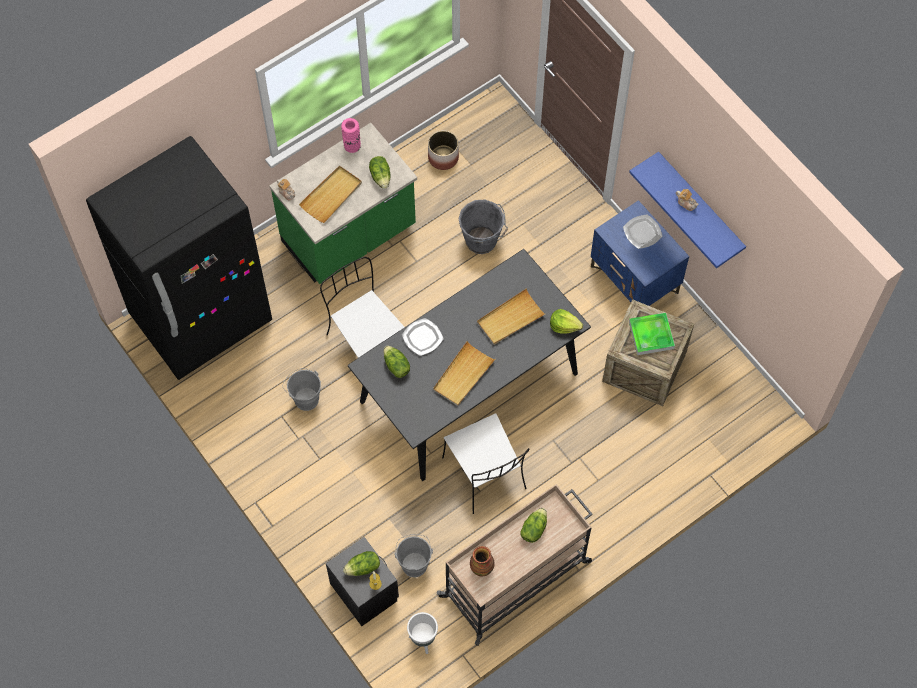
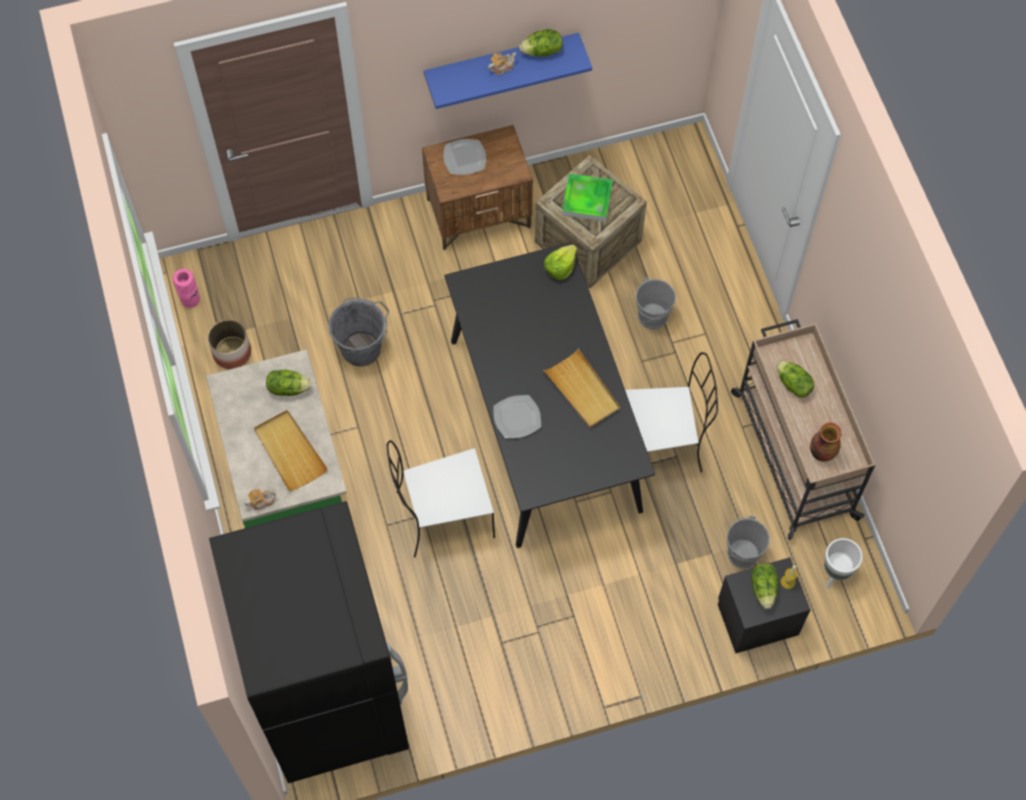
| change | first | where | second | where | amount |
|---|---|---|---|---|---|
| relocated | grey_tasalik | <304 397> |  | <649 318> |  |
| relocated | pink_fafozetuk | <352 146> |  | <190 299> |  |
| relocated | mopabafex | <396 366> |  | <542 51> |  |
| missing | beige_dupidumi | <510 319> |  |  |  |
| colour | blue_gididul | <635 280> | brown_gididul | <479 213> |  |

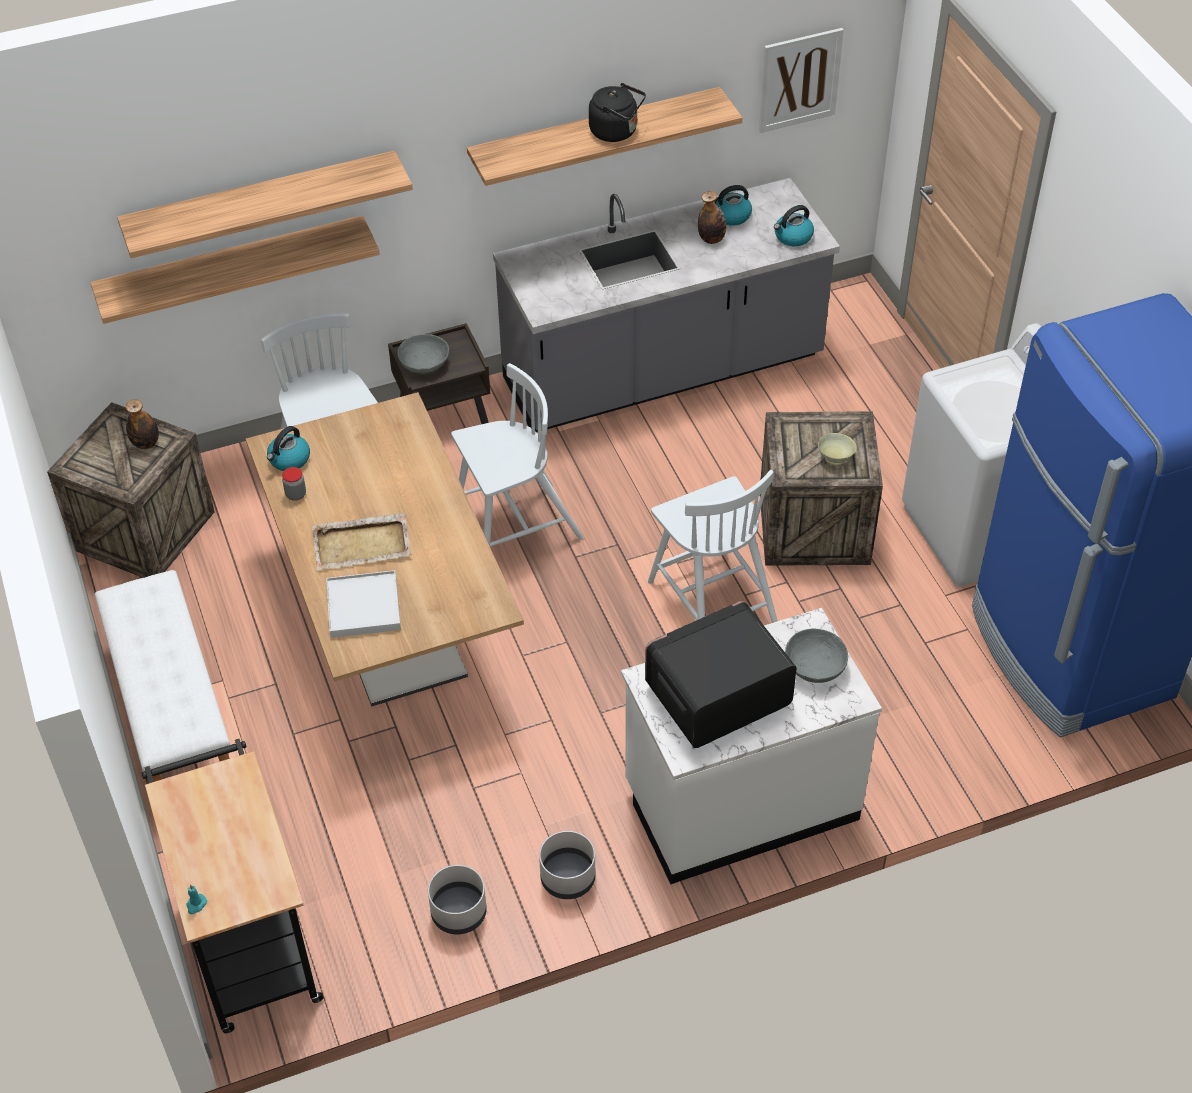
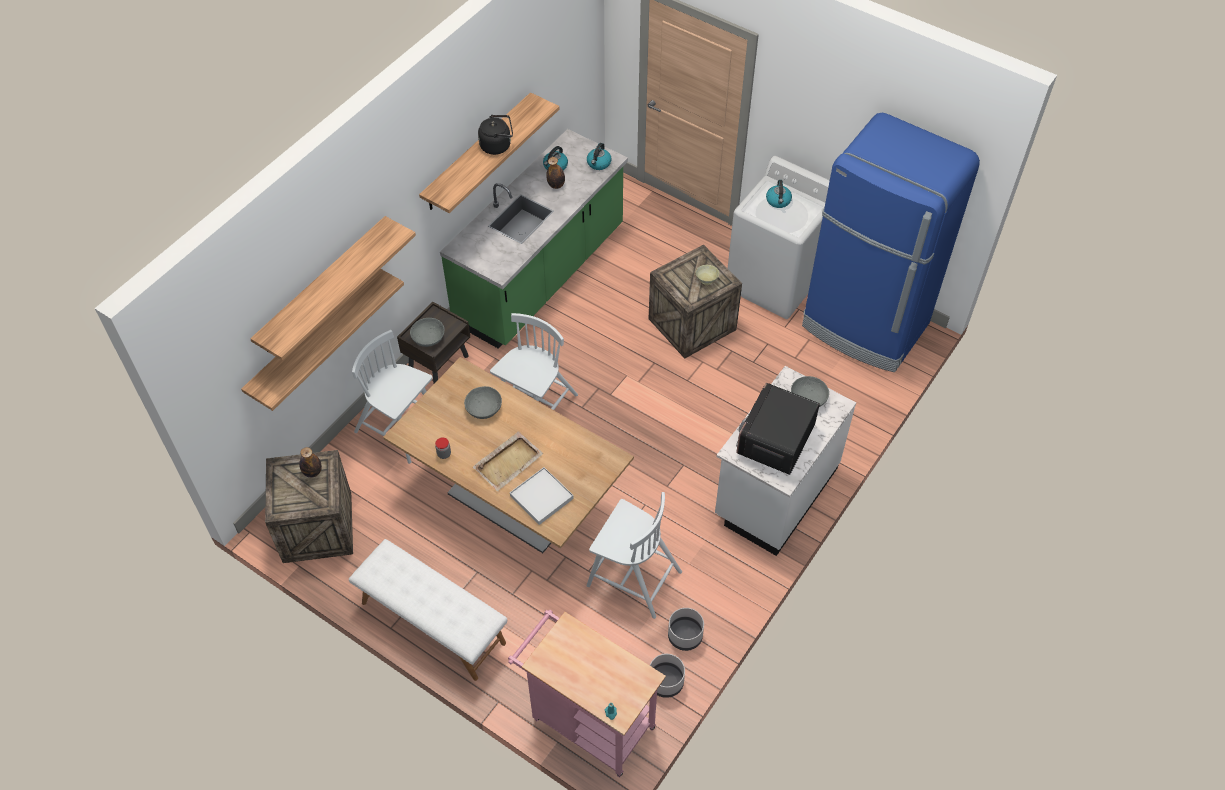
| change | first | where | second | where | amount |
|---|---|---|---|---|---|
| colour | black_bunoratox | <248 938> | pink_bunoratox | <587 720> |  |
| relocated | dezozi | <289 460> |  | <778 201> |  |
| colour | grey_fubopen | <663 372> | green_fubopen | <541 276> |  |
| relocated | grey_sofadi | <567 878> |  | <665 682> |  |
| relocated | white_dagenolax | <711 601> |  | <632 577> |  |
| missing | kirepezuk | <799 80> |  |  |  |
| appeared |  |  | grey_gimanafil | <484 409> |  |

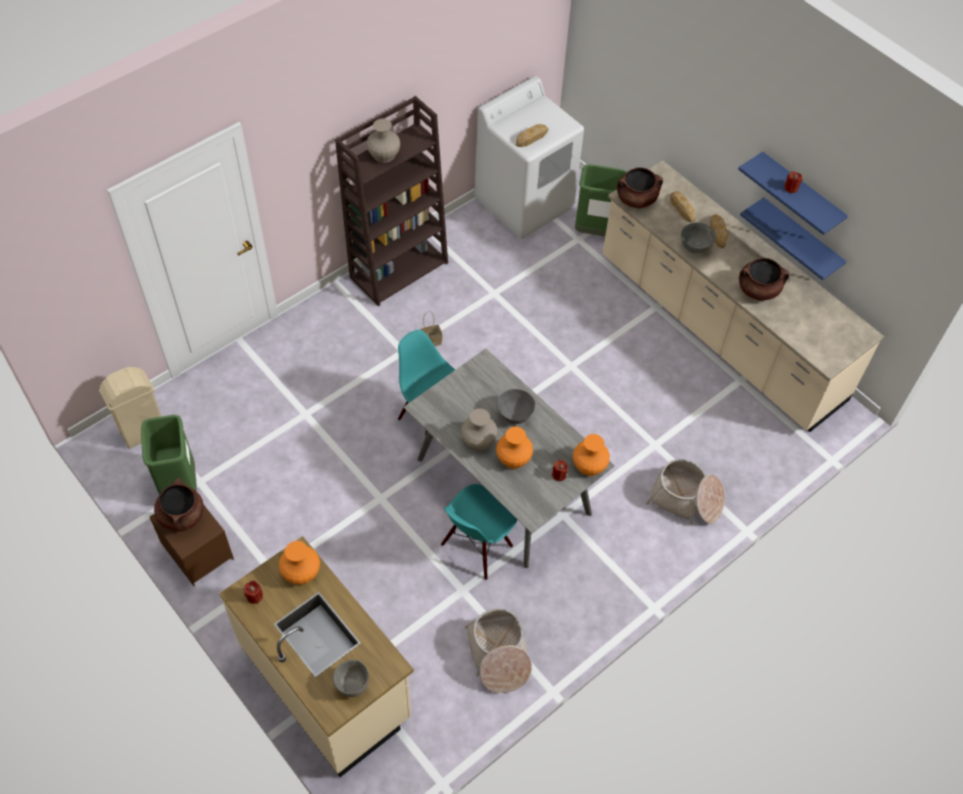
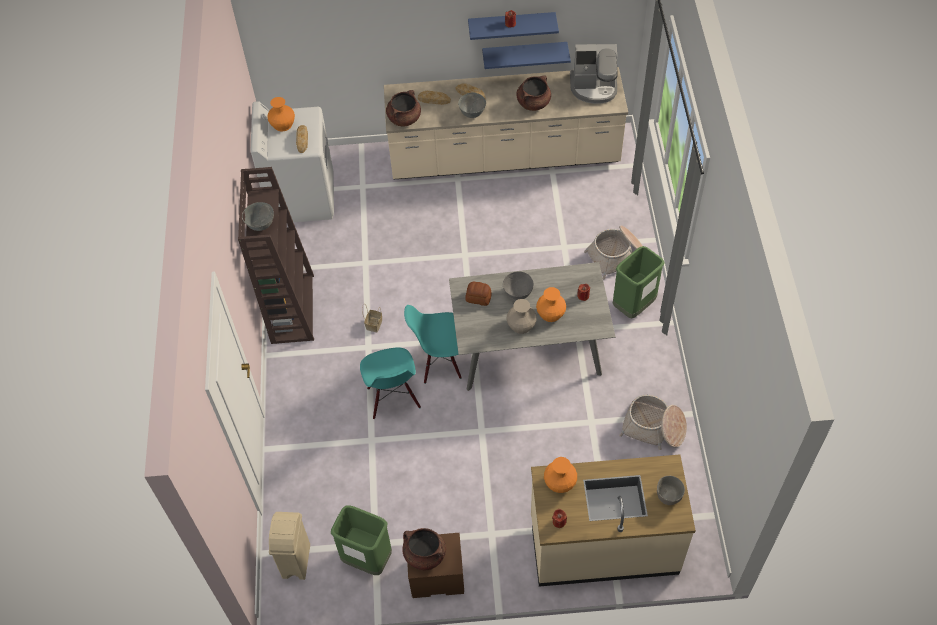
| change | first | where | second | where | amount |
|---|---|---|---|---|---|
| exchanged | beige_fafozetuk | <384 154> | grey_gimanafil | <260 225> |  |
| relocated | turquoise_dagenolax | <477 547> |  | <393 398> |  |
| relocated | orange_fafozetuk | <589 465> |  | <282 124> |  |
| relocated | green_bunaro | <596 231> |  | <633 306> |  |
| appeared |  |  | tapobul | <478 297> |  |
| appeared |  |  | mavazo | <594 87> |  |

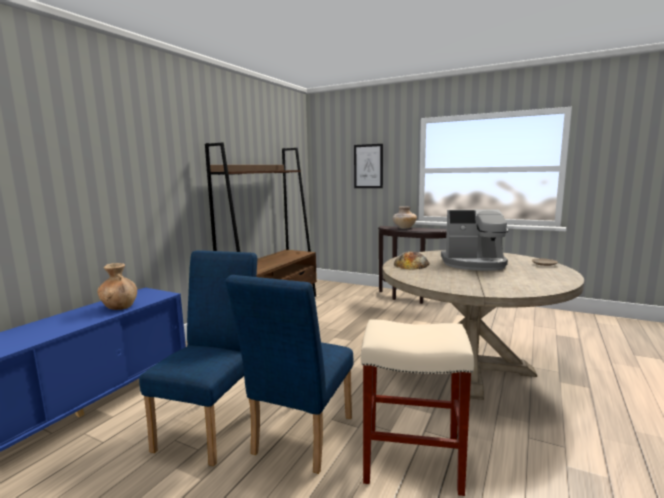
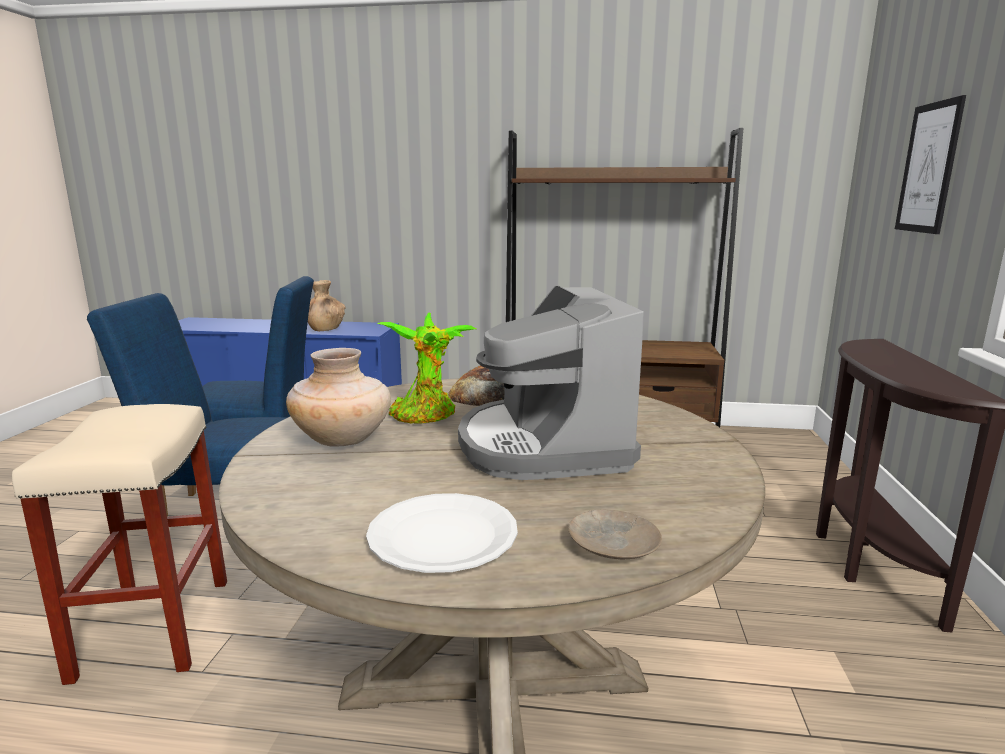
| change | first | where | second | where | amount |
|---|---|---|---|---|---|
| relocated | beige_fafozetuk | <404 228> |  | <343 440> |  |
| appeared |  |  | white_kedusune | <442 535> |  |
| appeared |  |  | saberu | <426 416> |  |

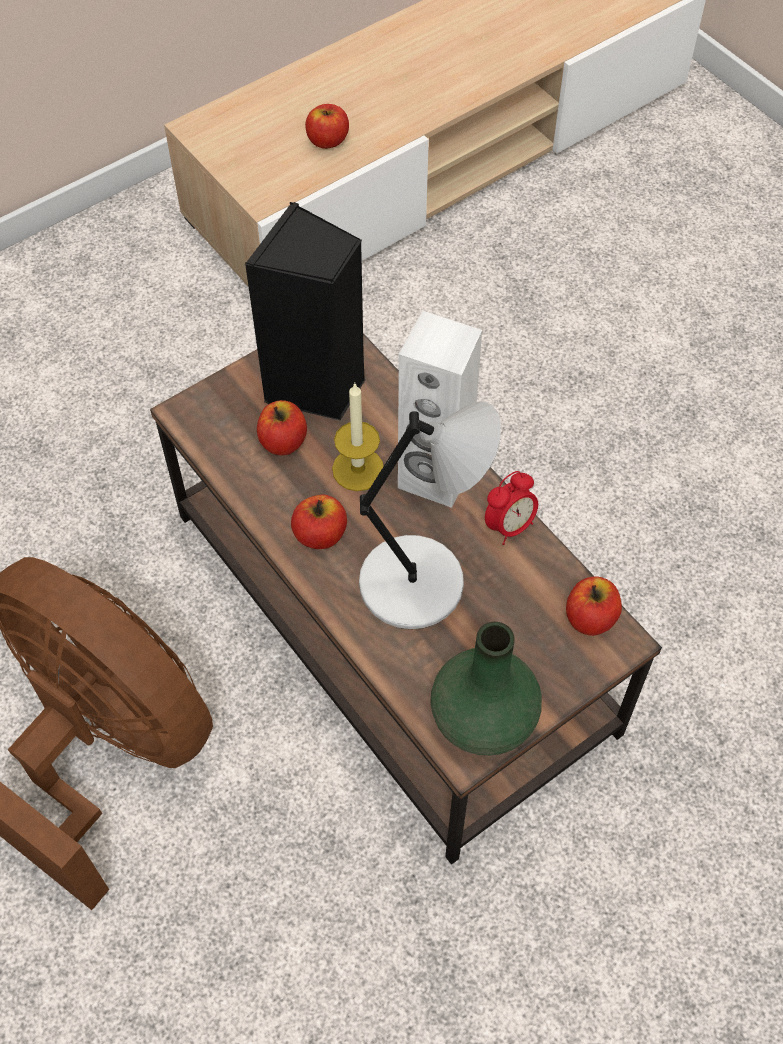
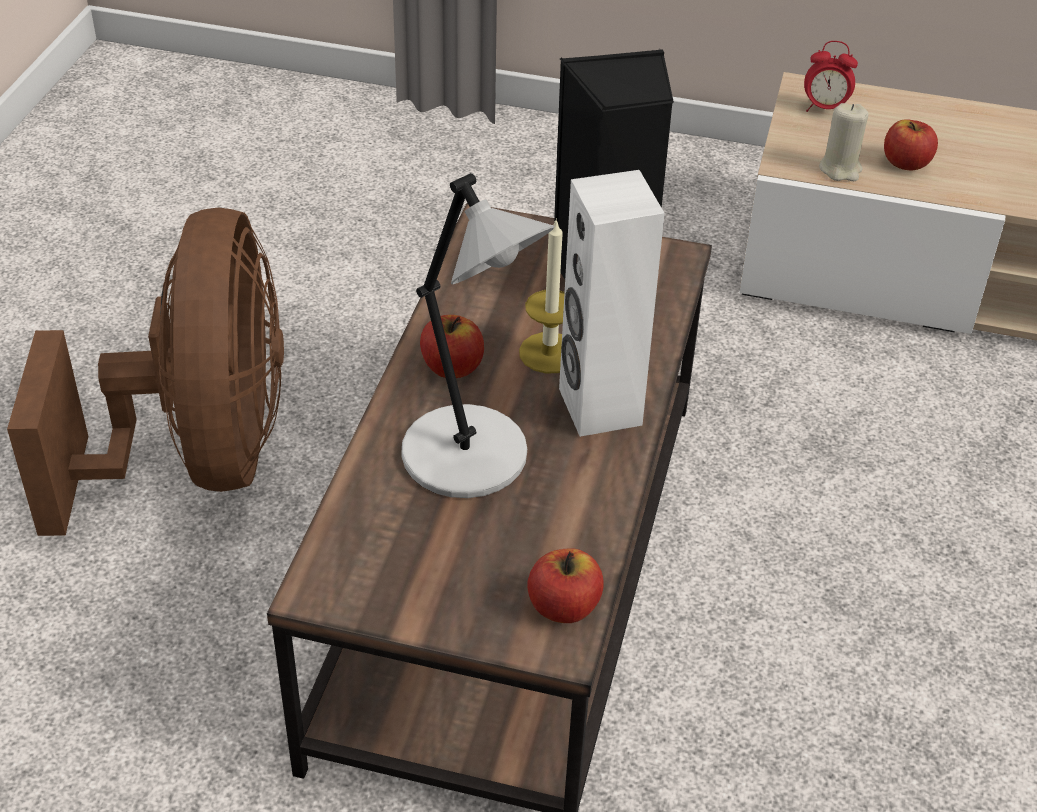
| change | first | where | second | where | amount |
|---|---|---|---|---|---|
| missing | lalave | <283 441> |  |  |  |
| missing | green_fafozetuk | <482 718> |  |  |  |
| relocated | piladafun | <509 526> |  | <824 109> |  |
| appeared |  |  | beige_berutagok | <840 169> |  |

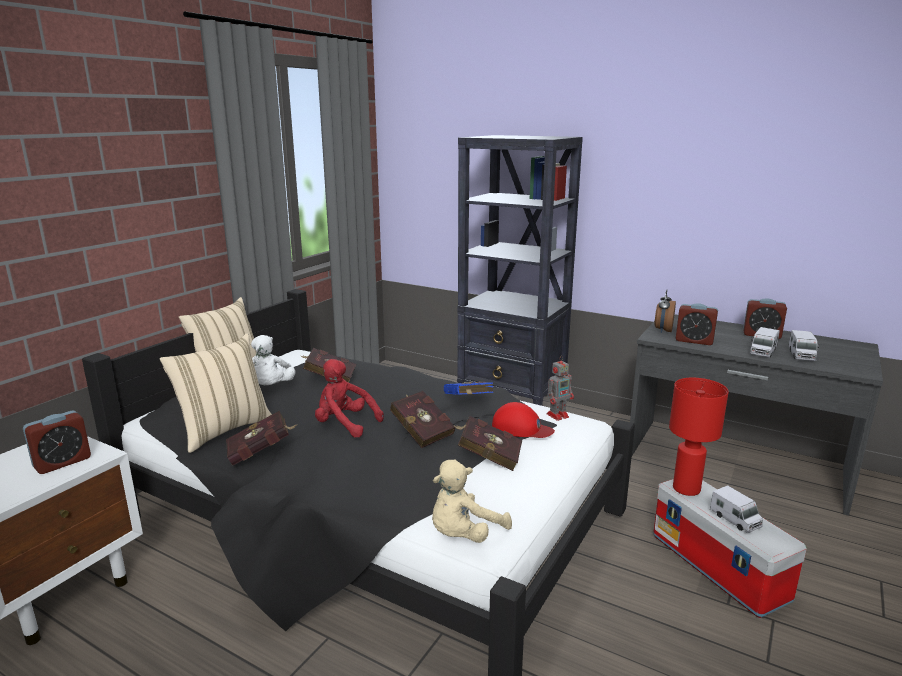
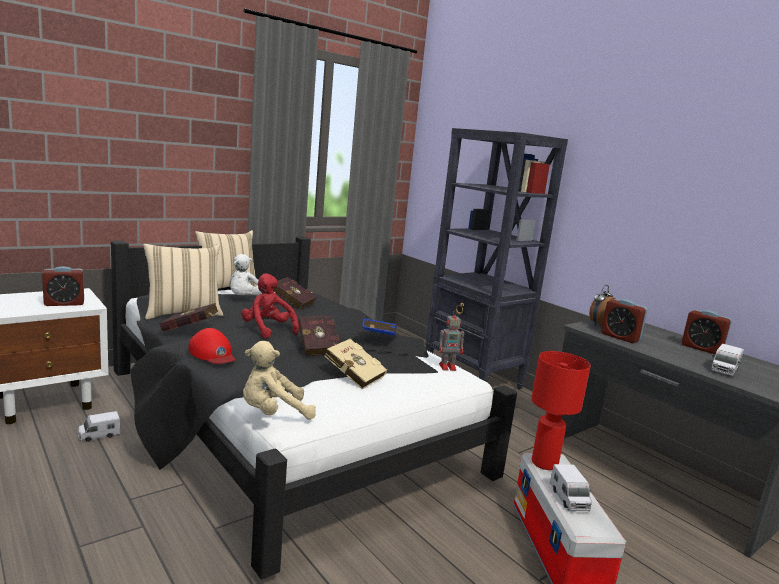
| change | first | where | second | where | amount |
|---|---|---|---|---|---|
| colour | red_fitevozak | <487 457> | beige_fitevozak | <352 376> |  |
| relocated | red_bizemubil | <521 428> |  | <212 354> |  |
| relocated | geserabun | <762 352> |  | <99 435> |  |

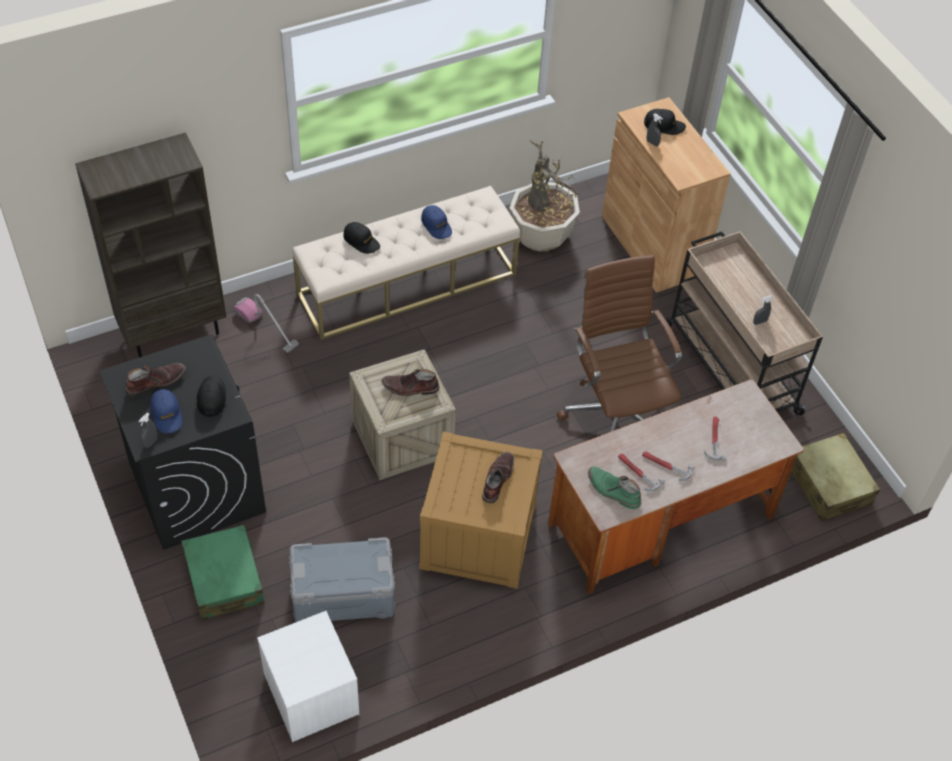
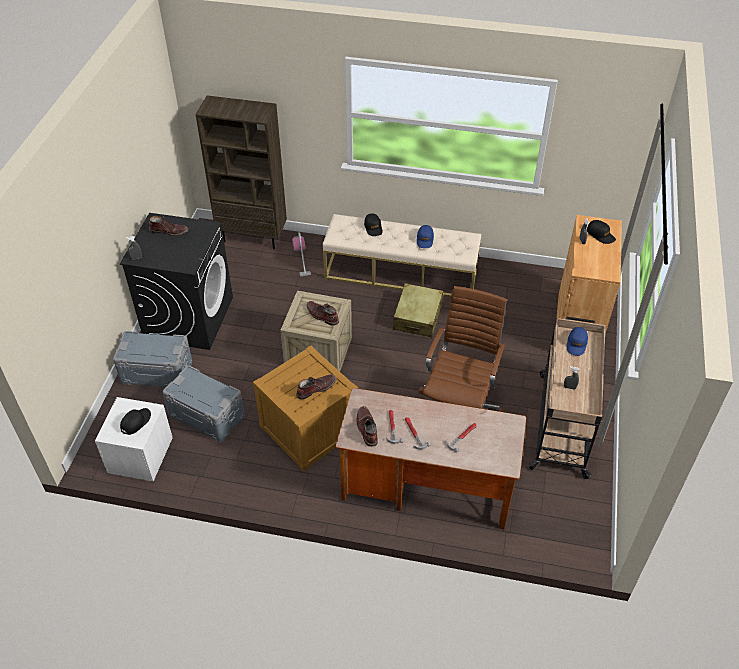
| change | first | where | second | where | amount |
|---|---|---|---|---|---|
| relocated | blue_bizemubil | <166 414> |  | <576 344> |  |
| exchanged | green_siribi | <224 579> | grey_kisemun | <157 371> |  |
| relocated | black_bizemubil | <211 398> |  | <136 422> |  |
| missing | saberu | <542 236> |  |  |  |
| colour | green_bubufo | <613 491> | brown_bubufo | <366 428> |  |
| relocated | beige_siribi | <828 484> |  | <418 317> |  |

